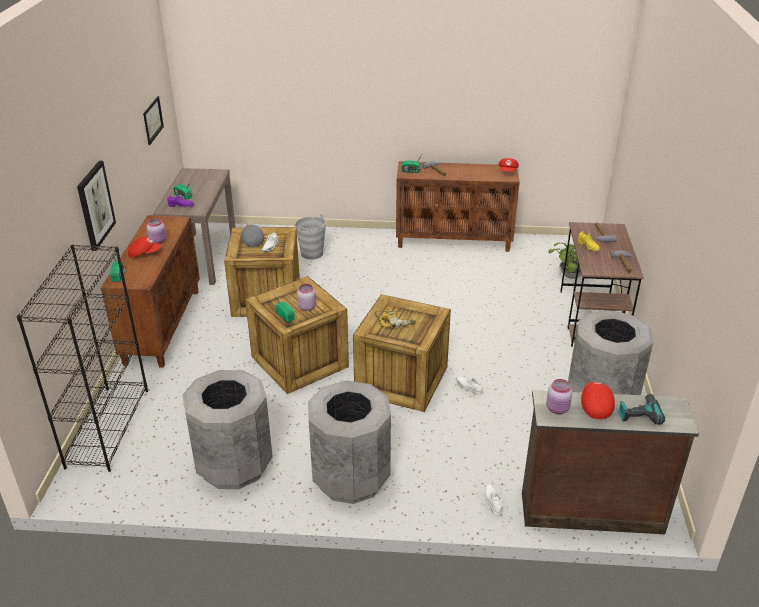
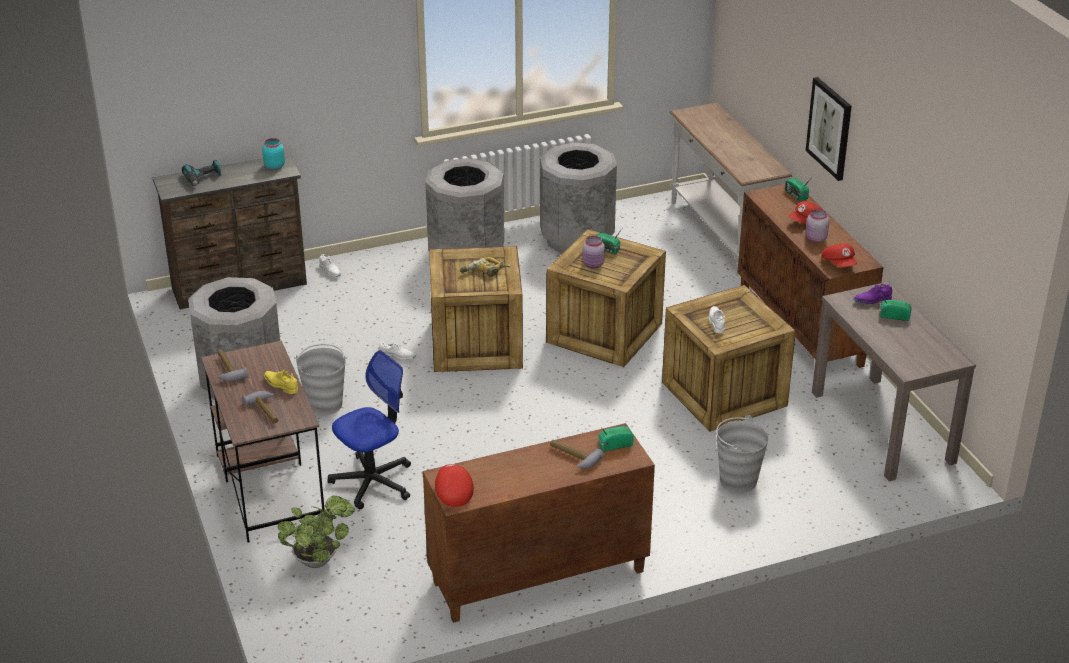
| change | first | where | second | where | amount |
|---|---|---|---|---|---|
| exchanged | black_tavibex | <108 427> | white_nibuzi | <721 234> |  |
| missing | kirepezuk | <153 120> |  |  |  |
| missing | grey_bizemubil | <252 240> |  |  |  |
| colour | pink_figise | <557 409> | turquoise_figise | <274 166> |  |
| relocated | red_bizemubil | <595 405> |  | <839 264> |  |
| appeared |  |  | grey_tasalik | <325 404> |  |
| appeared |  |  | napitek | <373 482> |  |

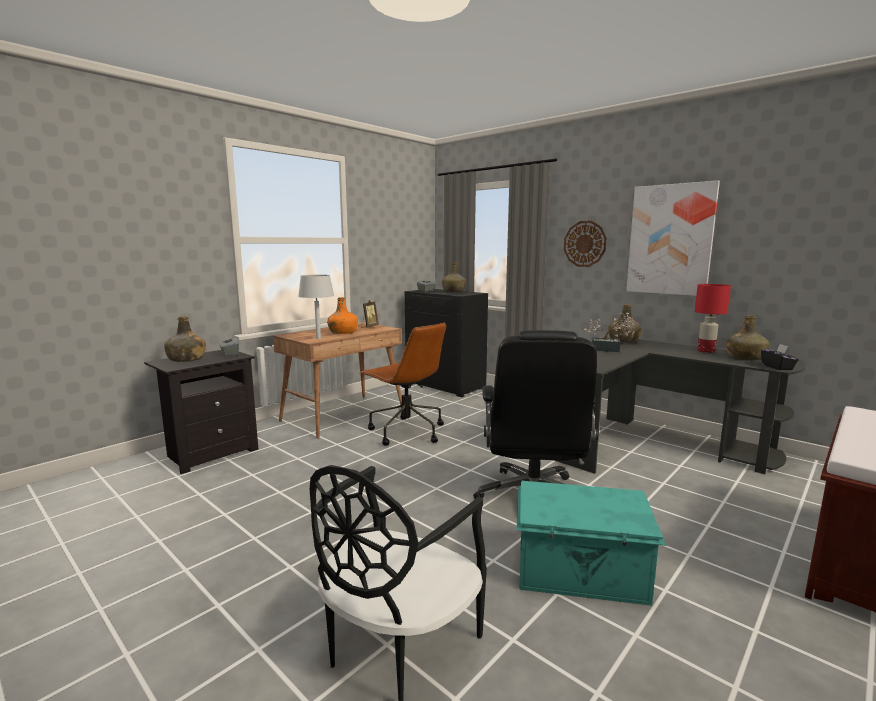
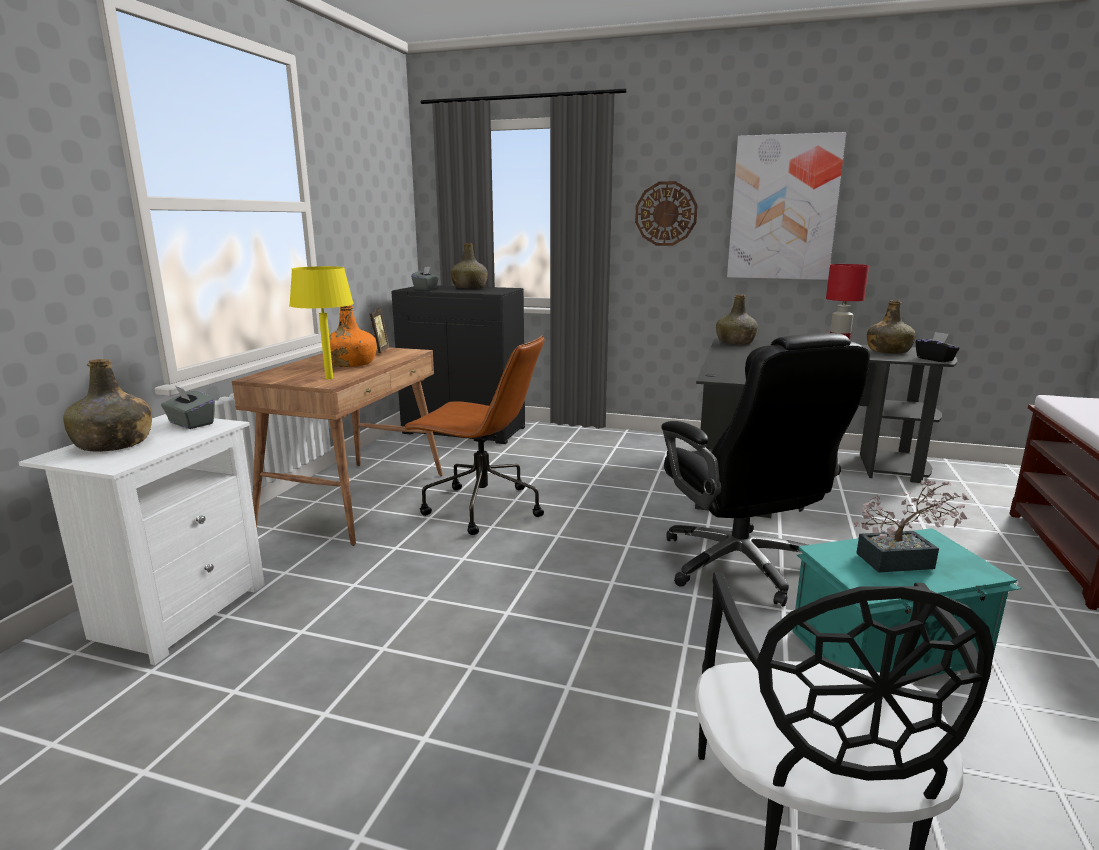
| change | first | where | second | where | amount |
|---|---|---|---|---|---|
| colour | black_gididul | <211 453> | white_gididul | <177 612> |  |
| colour | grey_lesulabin | <318 338> | yellow_lesulabin | <329 378> |  |
| relocated | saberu | <609 349> |  | <903 561> |  |

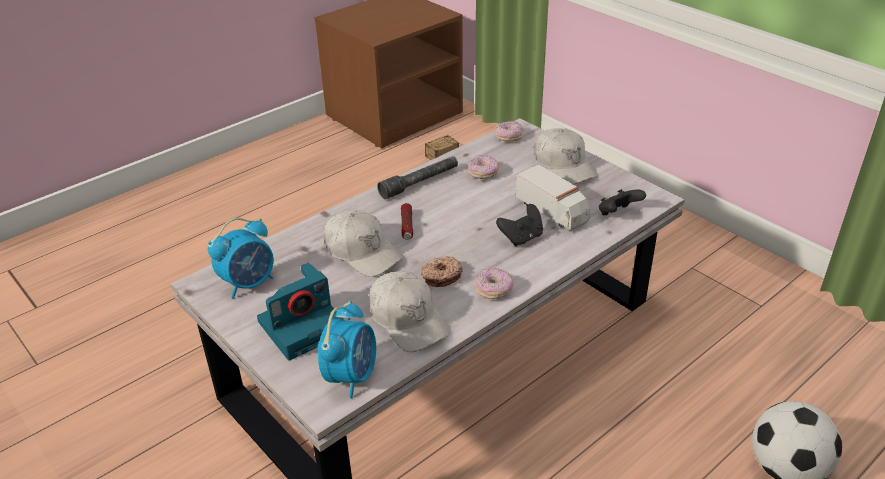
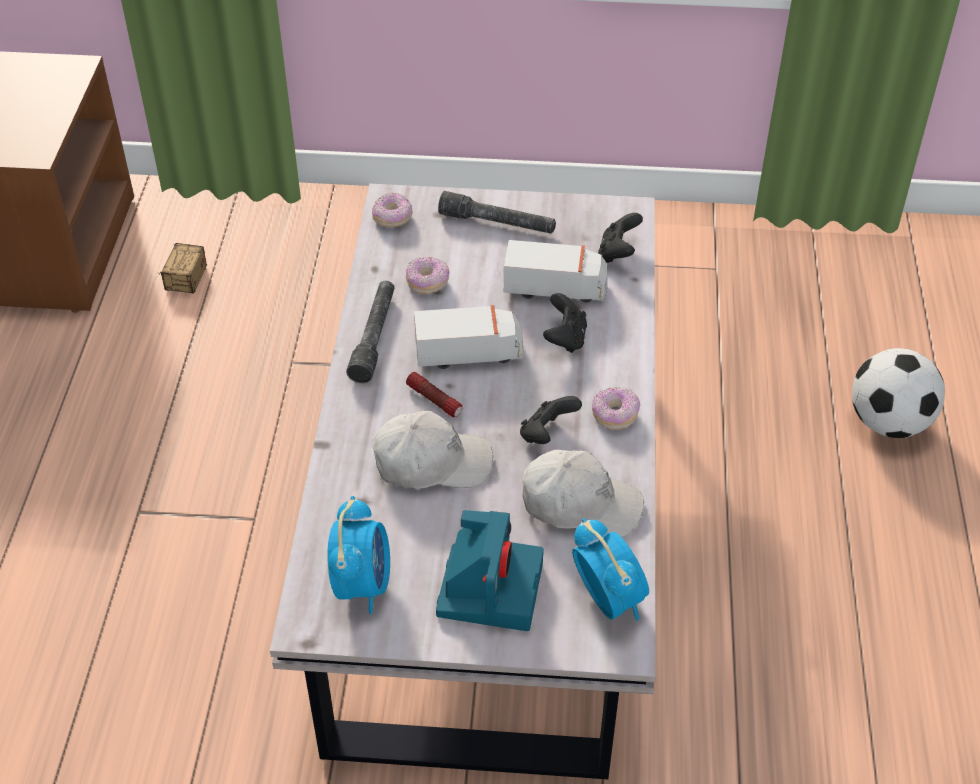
| change | first | where | second | where | amount |
|---|---|---|---|---|---|
| exchanged | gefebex | <441 276> | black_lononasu | <547 434> |  |
| exchanged | white_bizemubil | <564 166> | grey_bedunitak | <497 223> |  |
| appeared |  |  | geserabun | <470 353> |  |

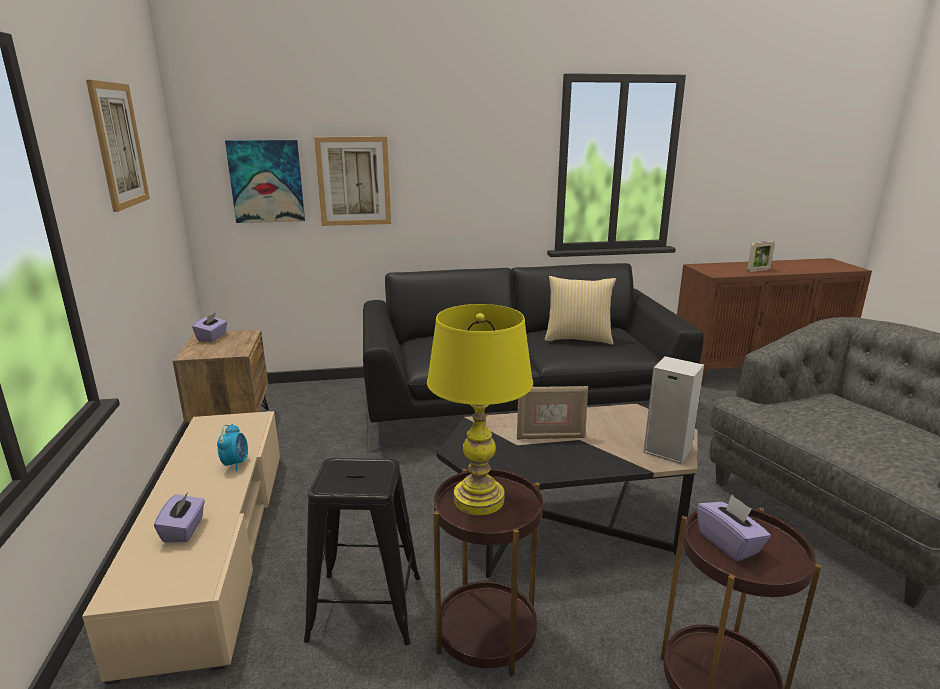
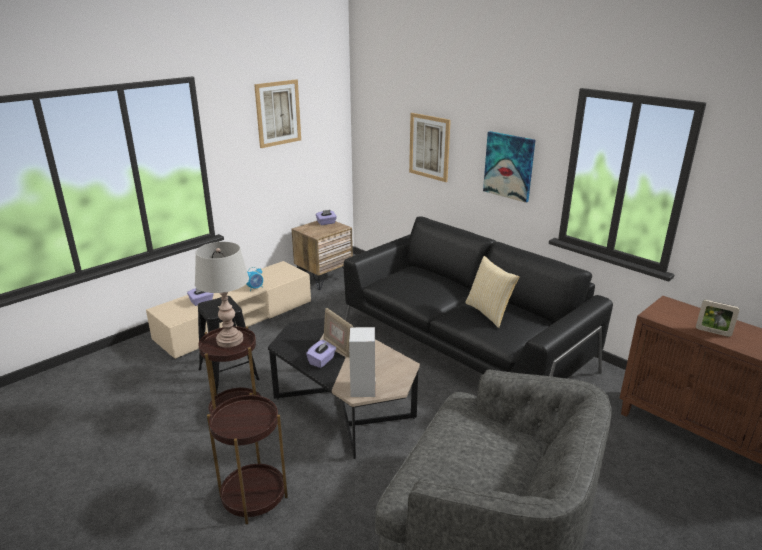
| change | first | where | second | where | amount |
|---|---|---|---|---|---|
| relocated | kirepezuk | <266 181> |  | <509 166> |  |
| colour | yellow_lesulabin | <479 500> | grey_lesulabin | <229 340> |  |
| relocated | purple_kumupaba | <729 543> |  | <322 361> |  |

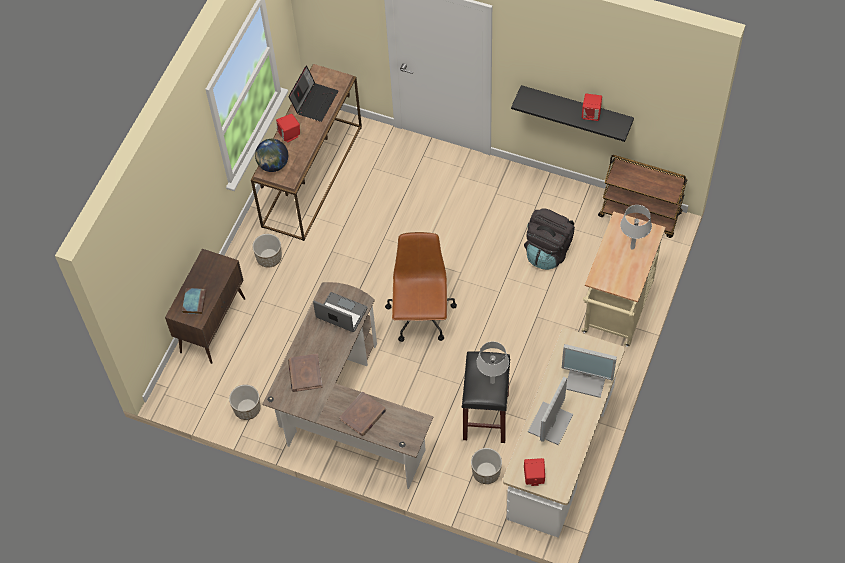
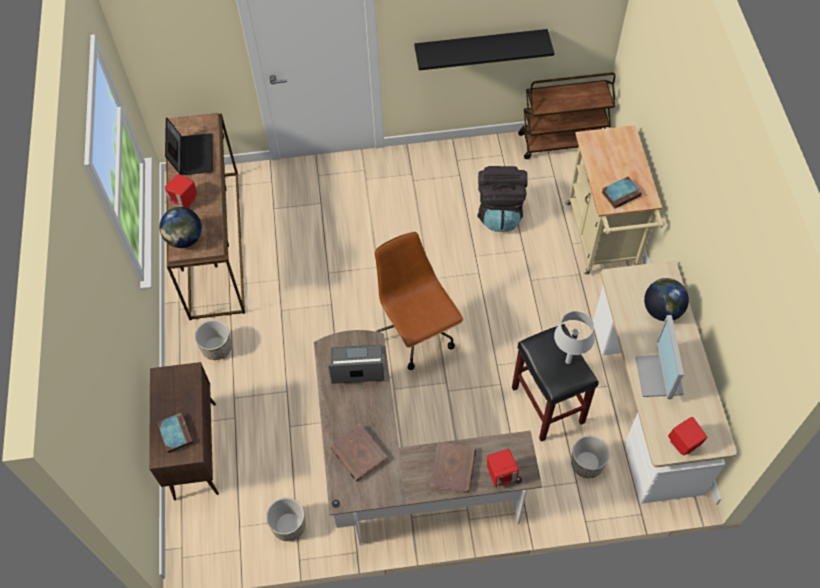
| change | first | where | second | where | amount |
|---|---|---|---|---|---|
| exchanged | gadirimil | <587 379> | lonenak | <662 310> |  |
| relocated | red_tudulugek | <591 114> |  | <501 474> |  |
| missing | grey_lesulabin | <632 247> |  |  |  |
| appeared |  |  | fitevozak | <621 194> |  |

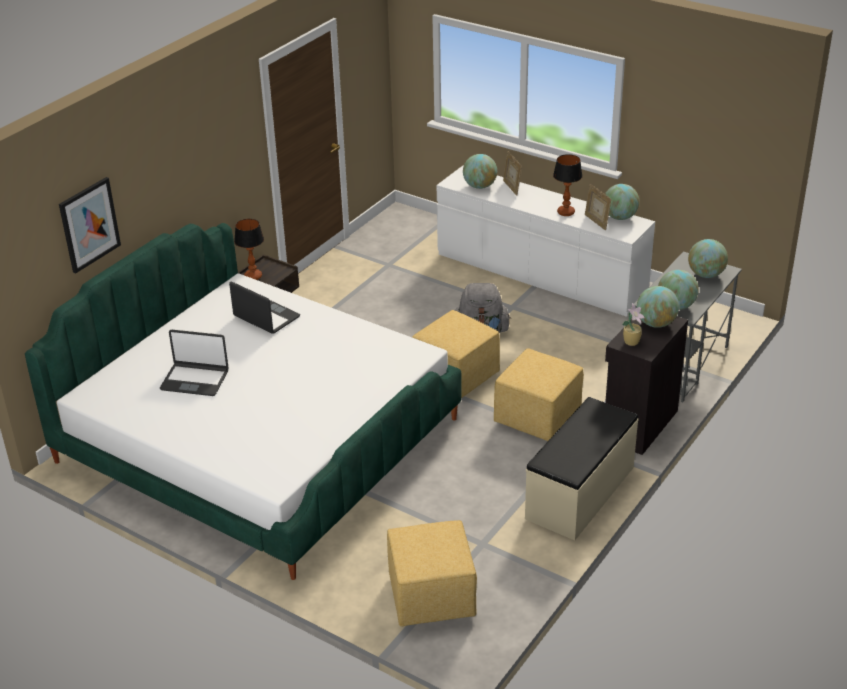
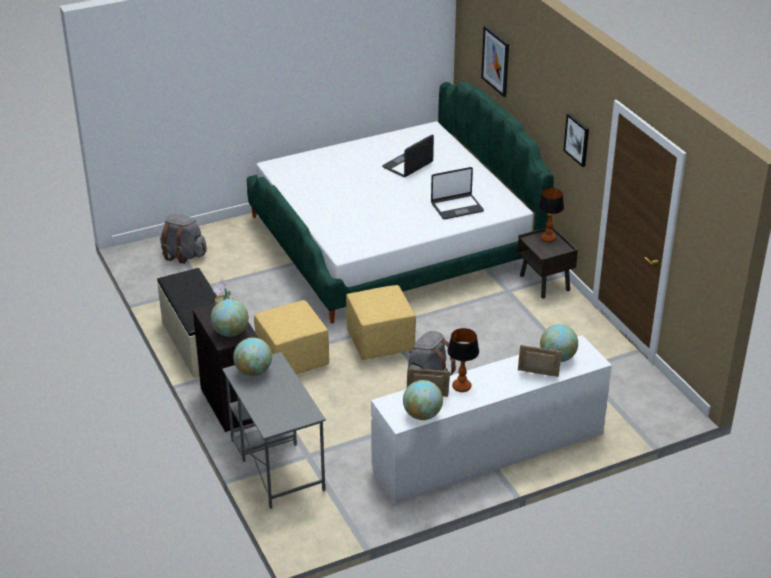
| change | first | where | second | where | amount |
|---|---|---|---|---|---|
| exchanged | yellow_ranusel | <433 597> | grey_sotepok | <183 255> |  |
| missing | lonenak | <706 274> |  |  |  |
| appeared |  |  | kirepezuk | <577 139> |  |

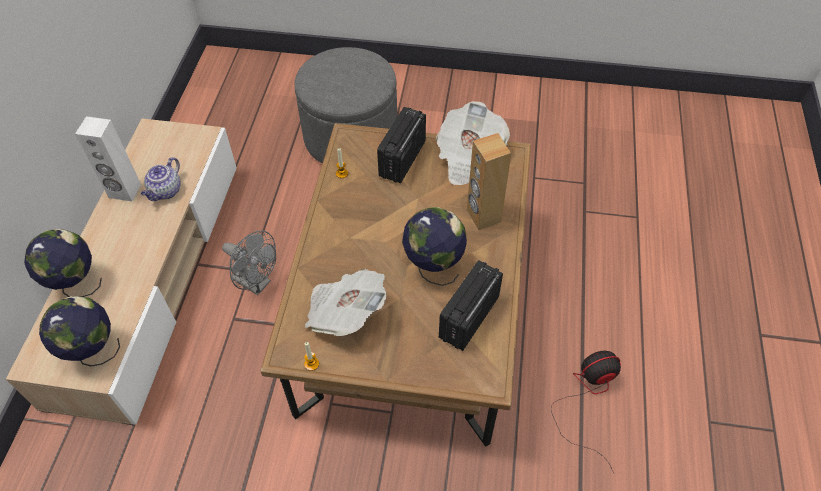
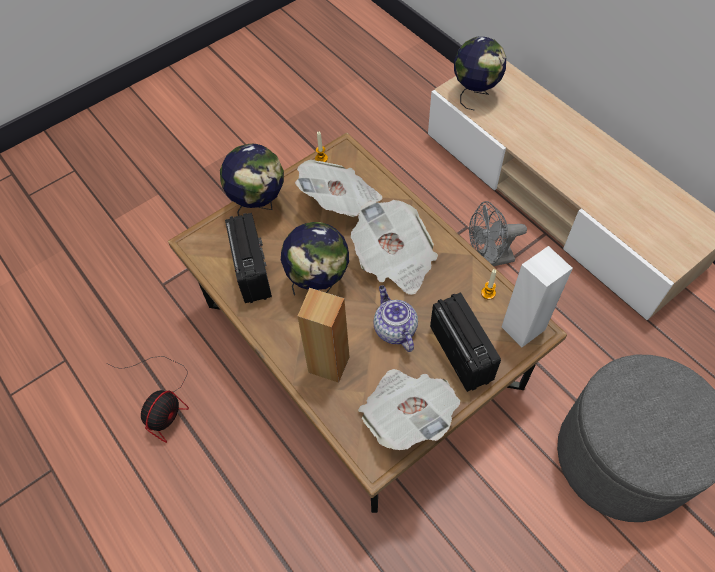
| change | first | where | second | where | amount |
|---|---|---|---|---|---|
| relocated | lonenak | <76 284> |  | <259 206> |  |
| relocated | white_tudulugek | <124 191> |  | <522 328> |  |
| relocated | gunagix | <166 192> |  | <394 329> |  |
| appeared |  |  | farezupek | <395 260> |  |

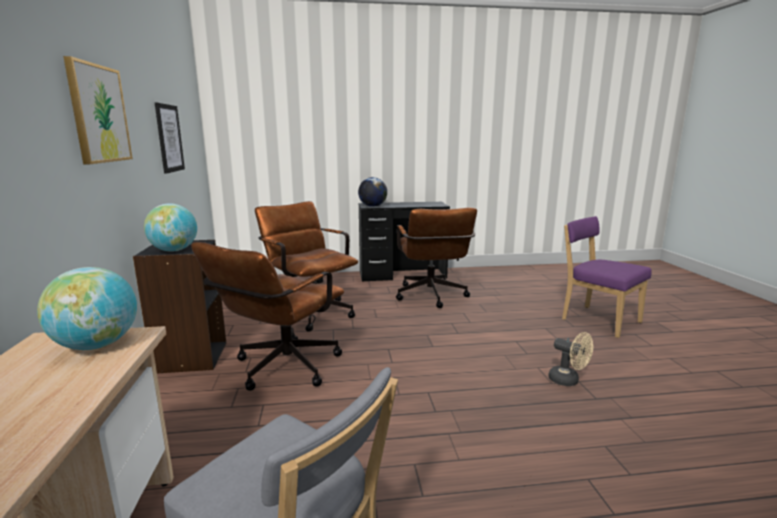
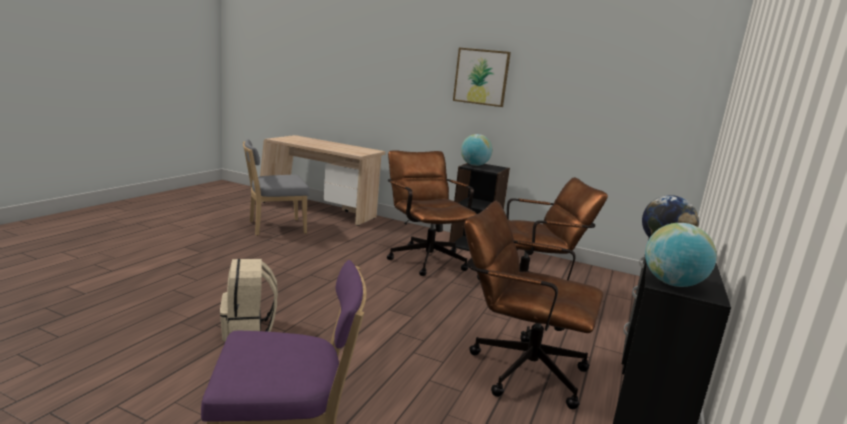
| change | first | where | second | where | amount |
|---|---|---|---|---|---|
| relocated | lonenak | <97 345> |  | <672 284> |  |
| missing | kirepezuk | <169 138> |  |  |  |
| exchanged | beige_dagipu | <568 381> | beige_sotepok | <248 330> |  |

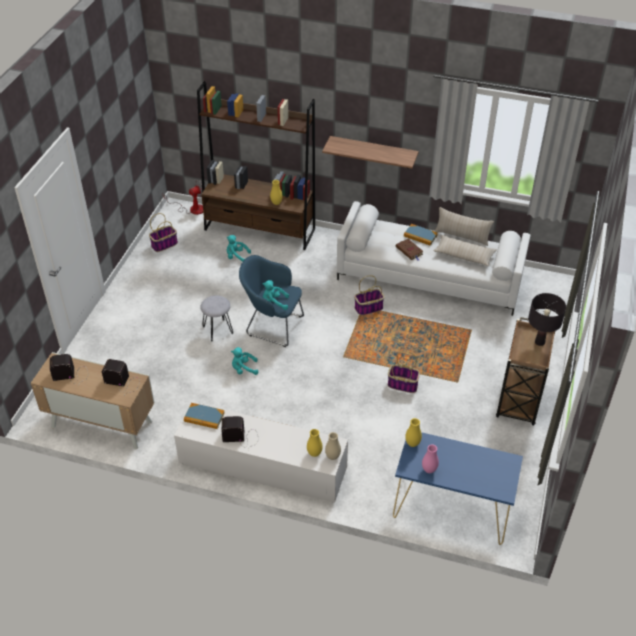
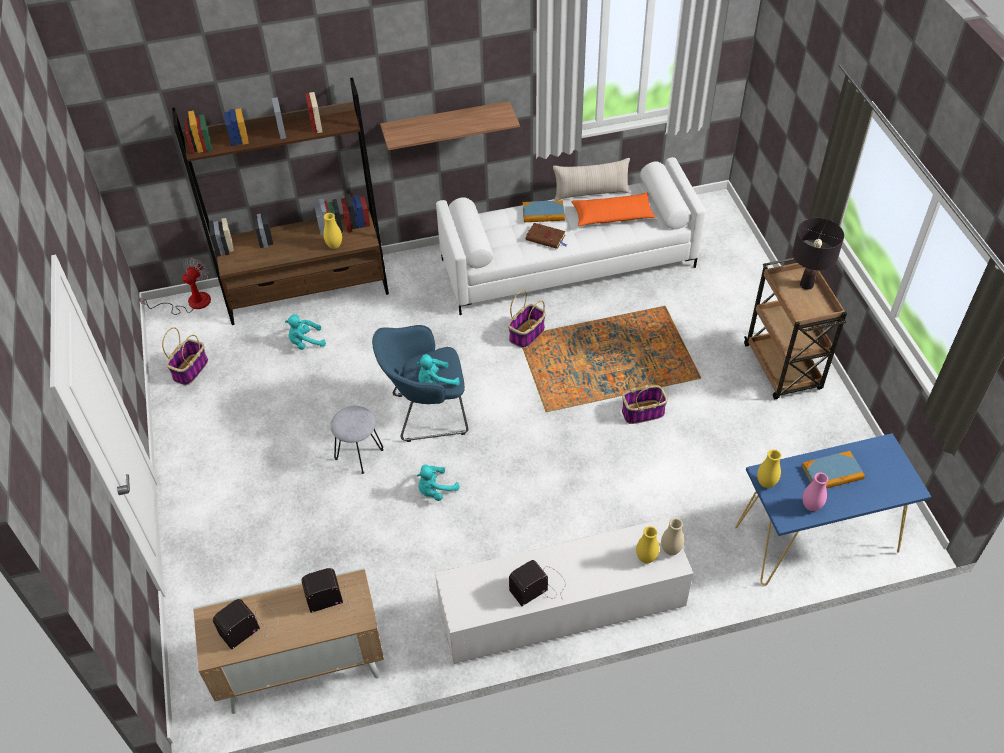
| change | first | where | second | where | amount |
|---|---|---|---|---|---|
| relocated | fitevozak | <204 417> |  | <832 473> |  |
| colour | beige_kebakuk | <464 255> | orange_kebakuk | <612 216> |  |

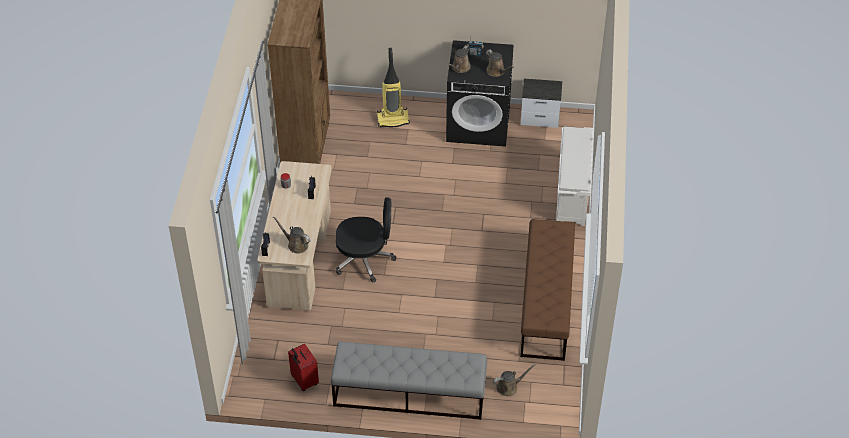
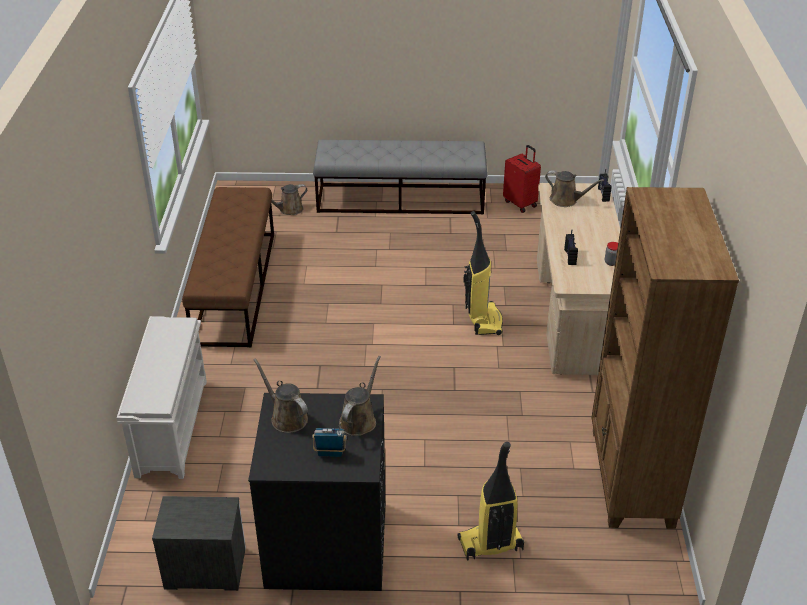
| change | first | where | second | where | amount |
|---|---|---|---|---|---|
| exchanged | black_napitek | <365 259> | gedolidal | <483 320> |  |

